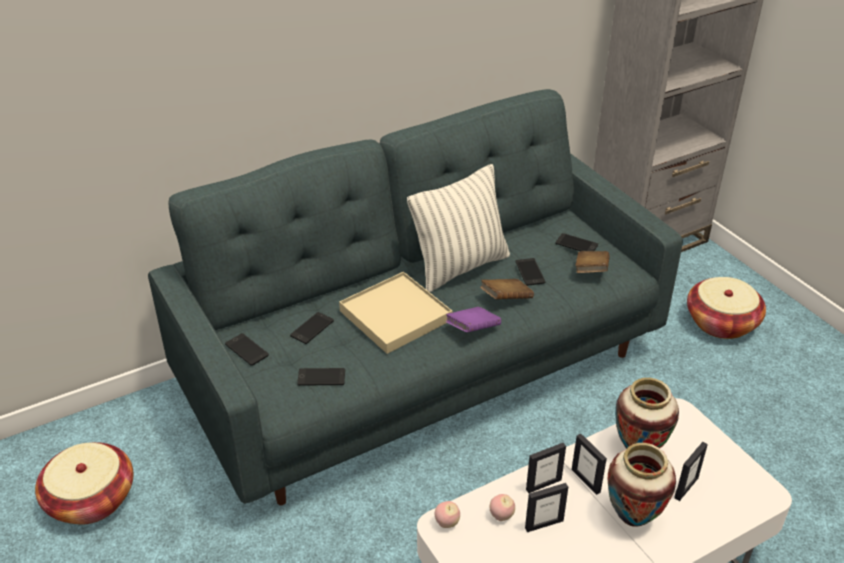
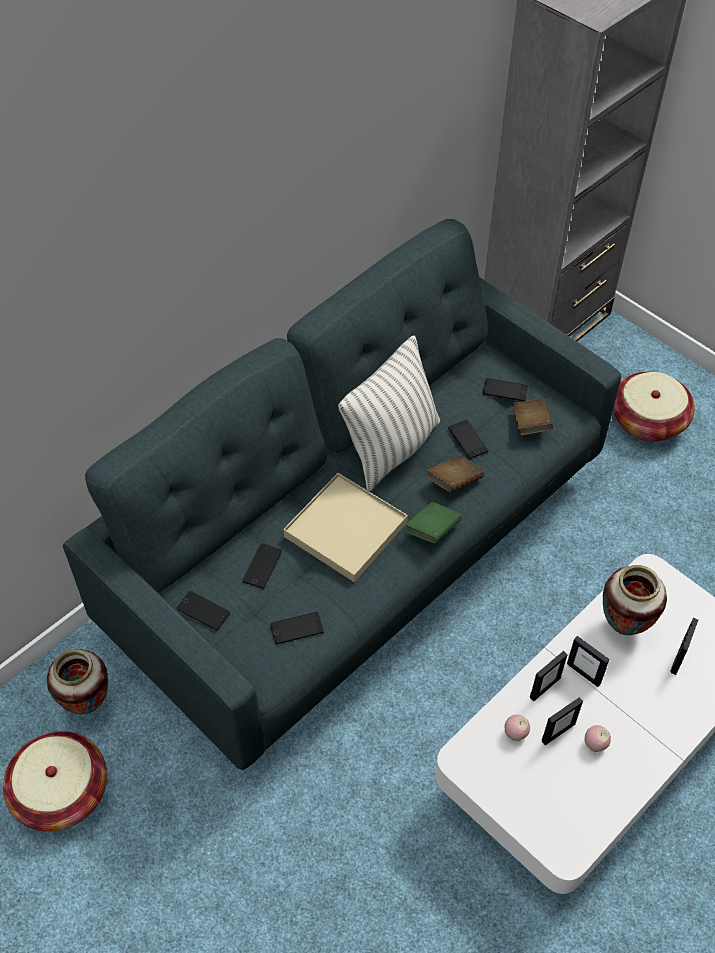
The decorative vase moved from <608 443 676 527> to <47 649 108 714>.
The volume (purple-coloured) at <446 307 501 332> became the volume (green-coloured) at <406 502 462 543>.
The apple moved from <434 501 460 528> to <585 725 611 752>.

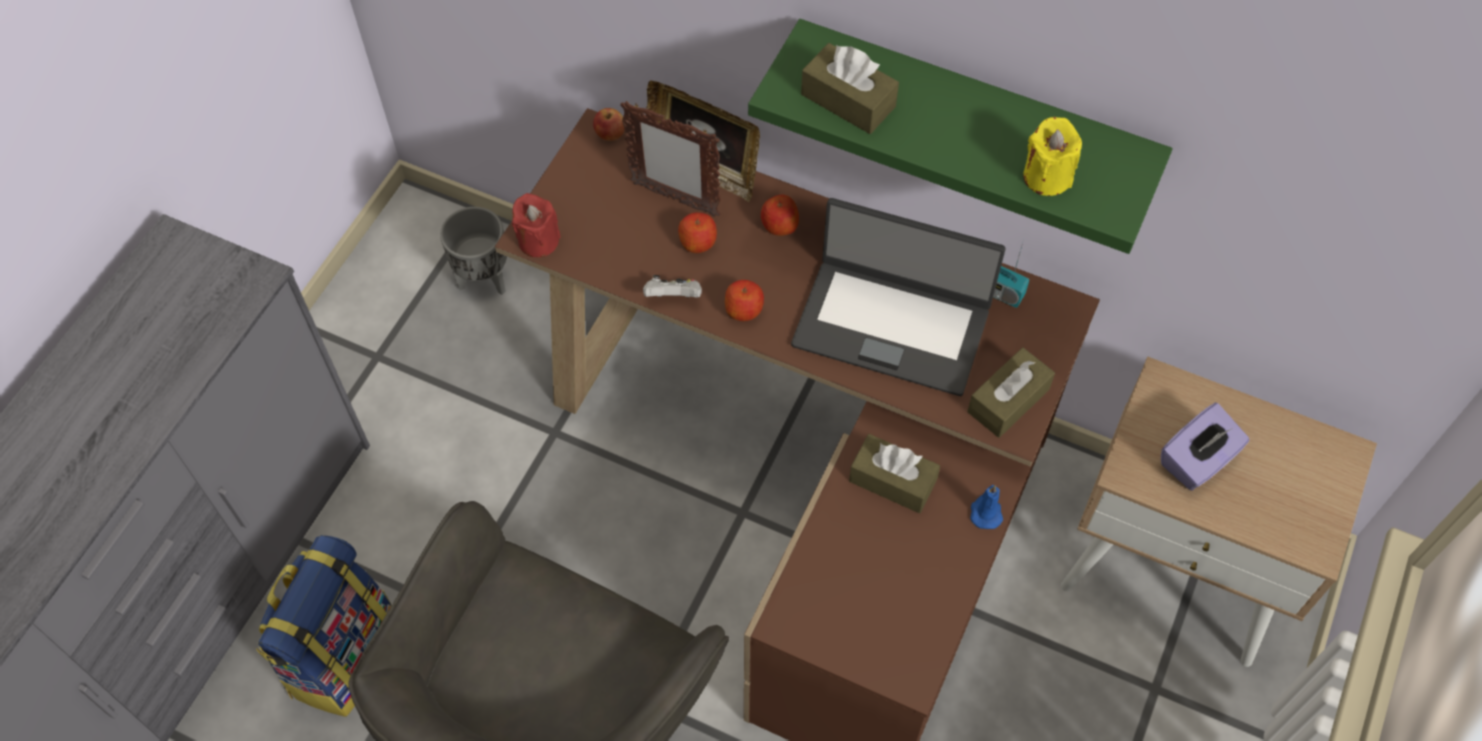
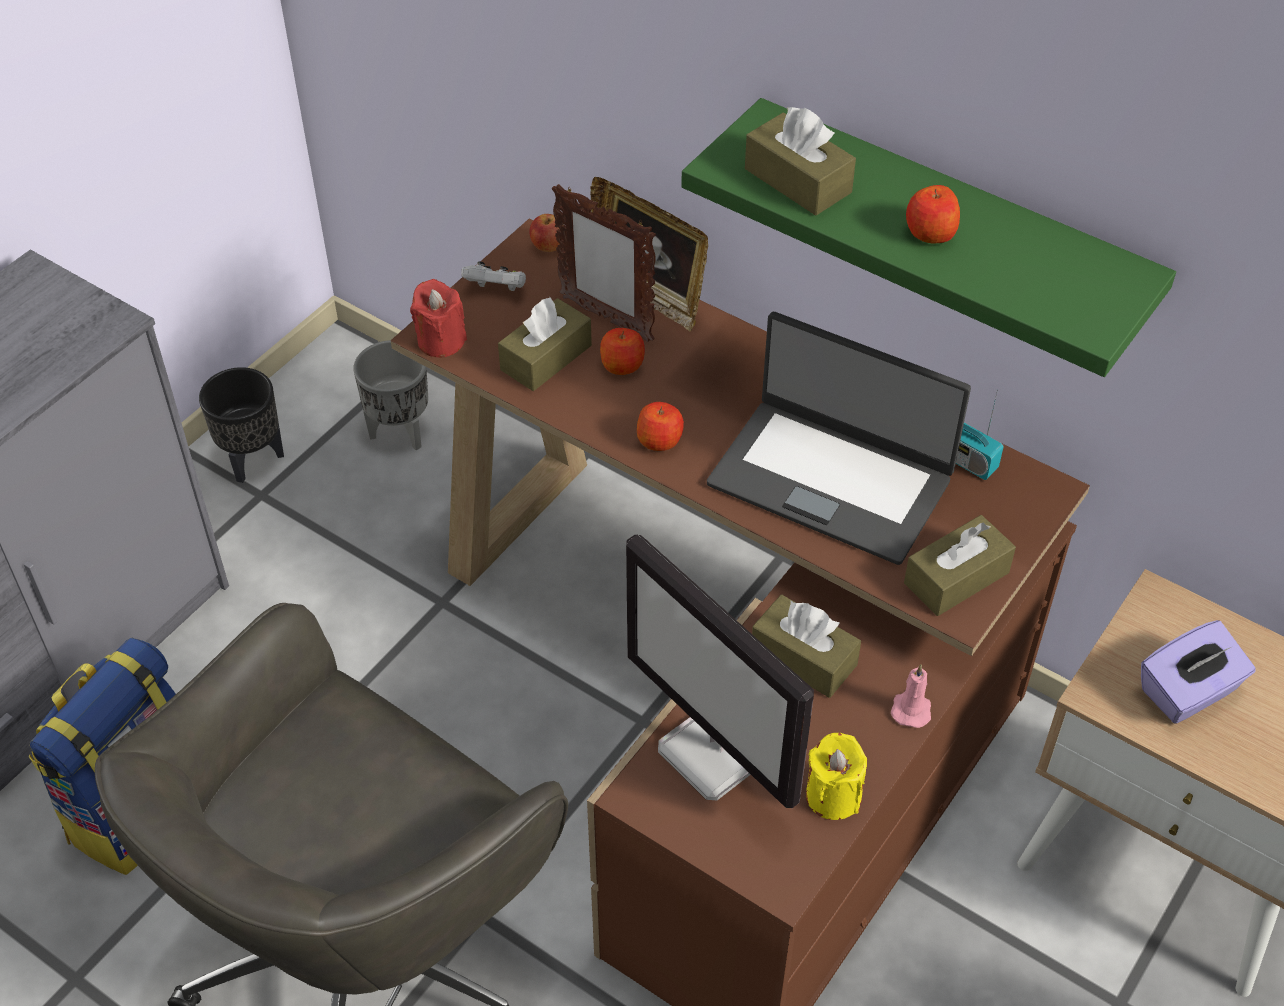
The plant pot (blackish) at <199 367 284 483> appeared.
The joypad (white) moved from <643 275 702 298> to <461 261 526 291>.
The tissue holder (brownish) at <498 297 592 391> appeared.
The computer screen at <626 535 814 808> appeared.
The wax candle (yellow) moved from <1023 117 1082 196> to <806 733 867 820>.
The wax candle (blue) at <970 485 1003 529> became the wax candle (pink-coloured) at <891 664 931 728>.
The apple moved from <761 195 799 236> to <906 185 960 243>.

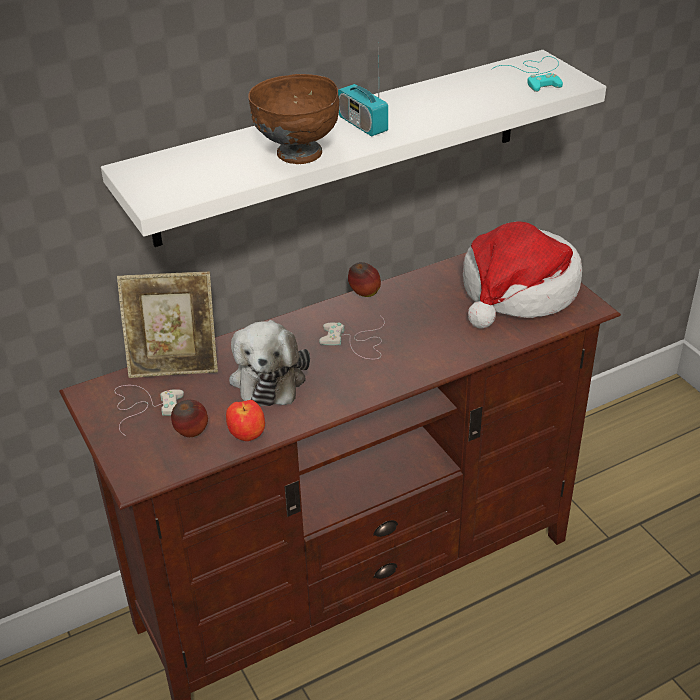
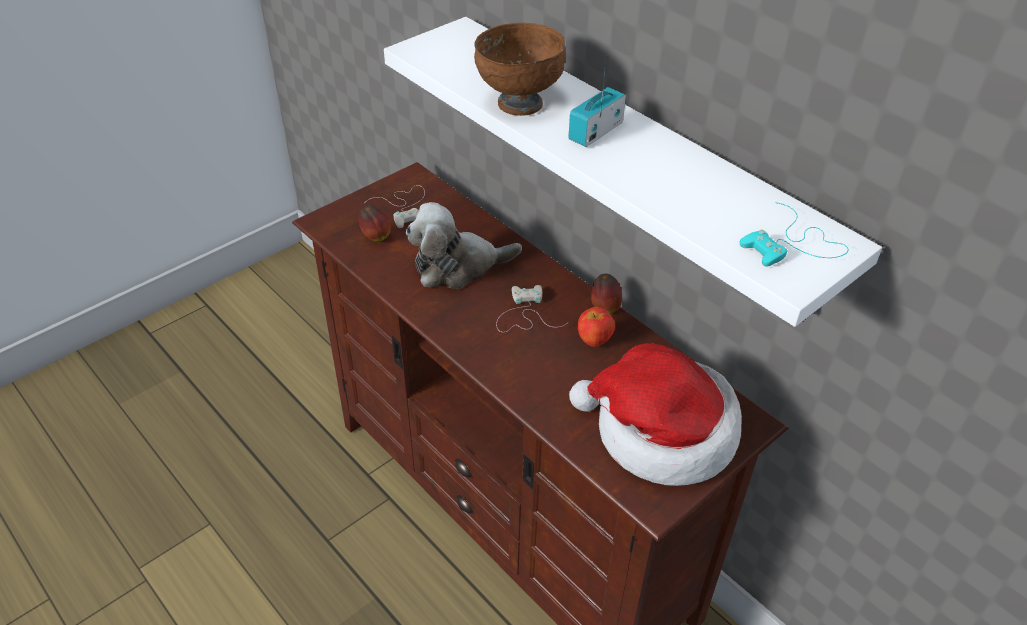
The apple moved from <226 400 265 441> to <578 307 615 347>.
The standing frame at <117 272 218 378> disappeared.

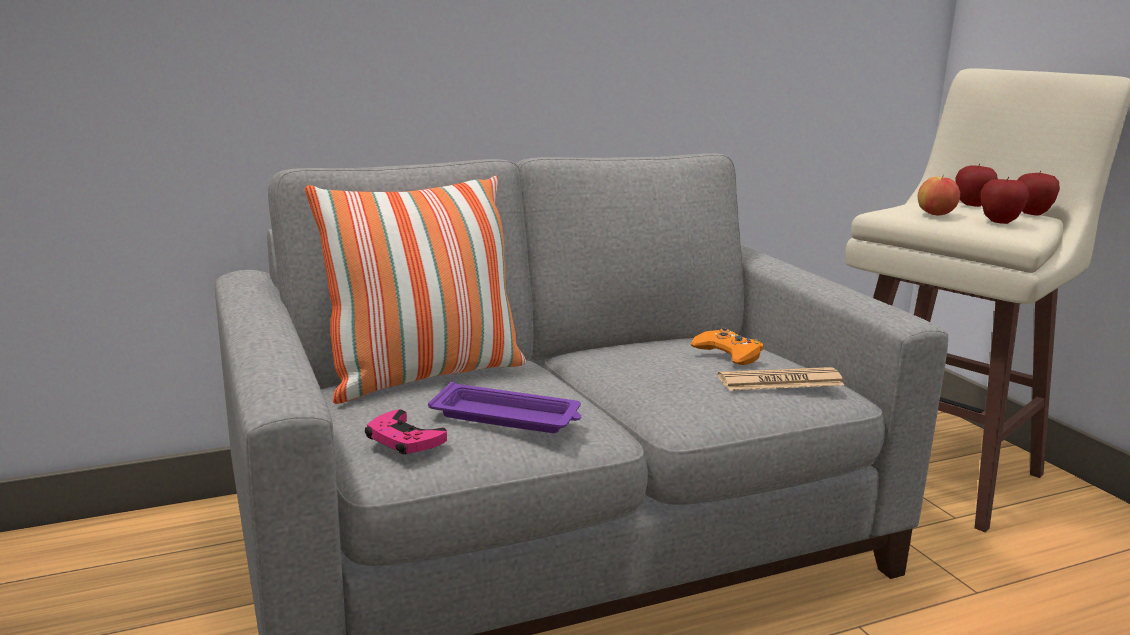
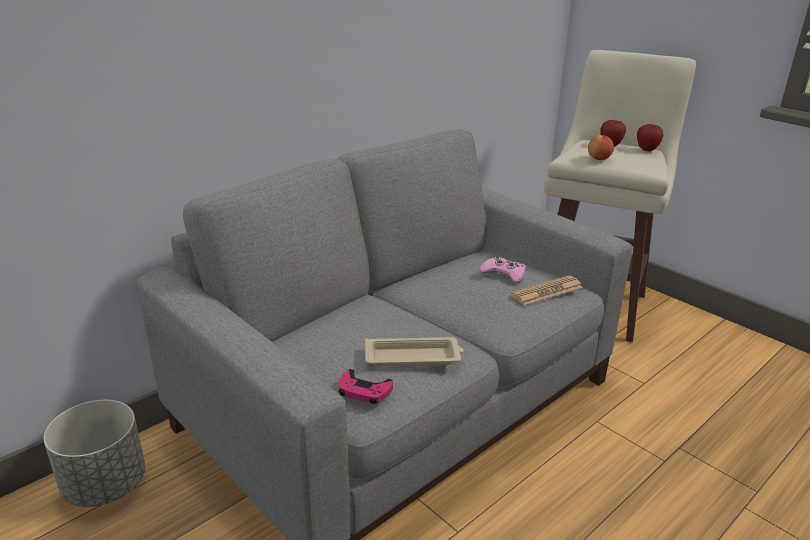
The plant pot (grey) at <43 400 145 507> appeared.
The tray (purple-coloured) at <428 382 581 433> became the tray (beige-coloured) at <365 337 464 366>.
The joypad (orange-coloured) at <691 327 763 365> became the joypad (pink-coloured) at <480 256 526 283>.
The throw pillow at <305 175 526 404> disappeared.
The apple at <981 176 1029 224> disappeared.

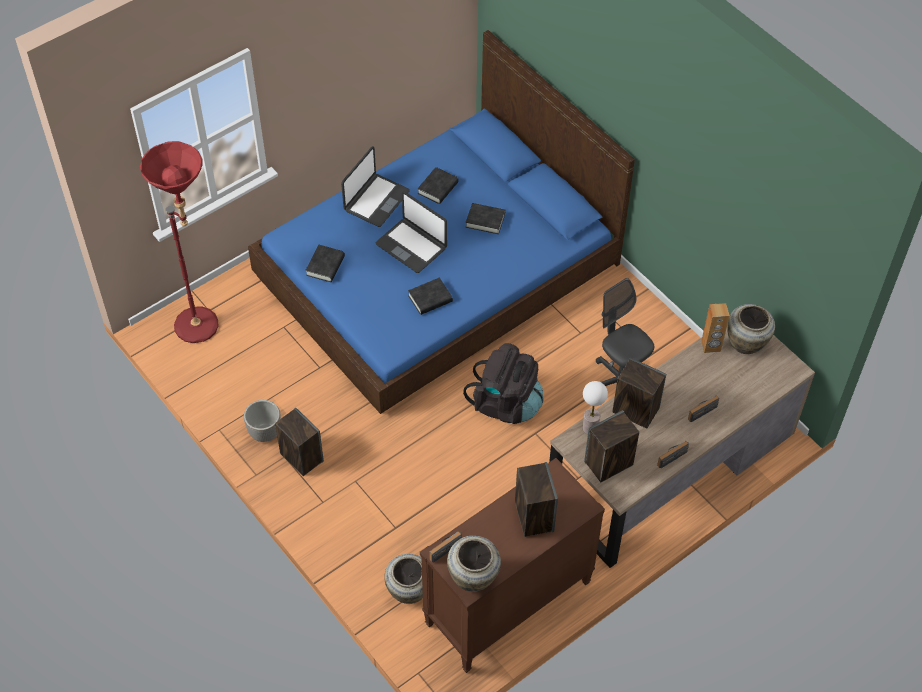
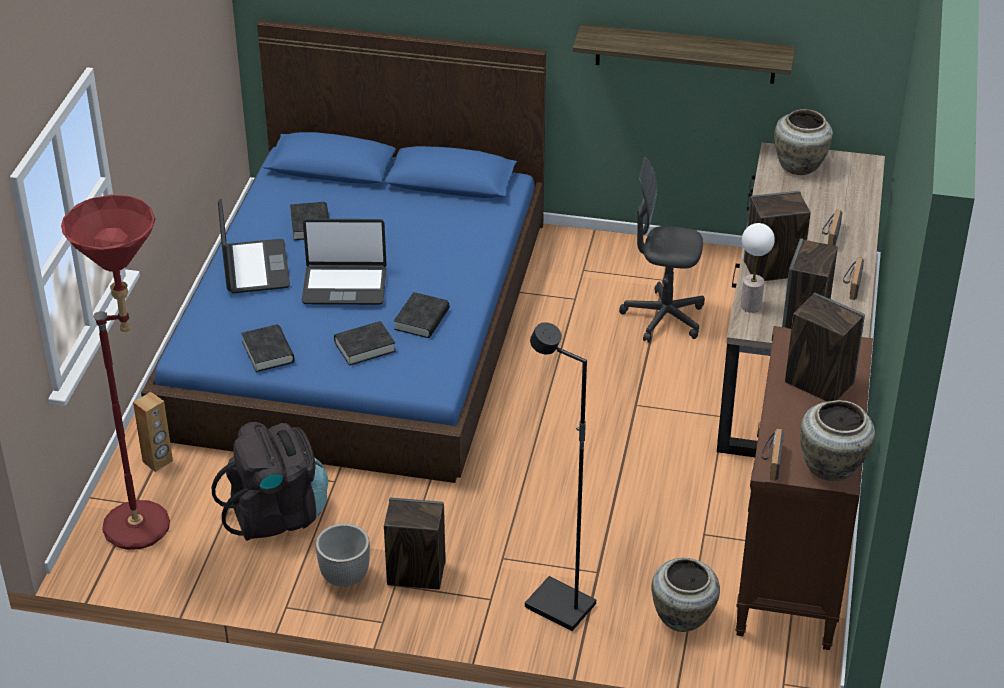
The loudspeaker (brownish) moved from <701 303 730 353> to <133 392 173 472>.
The rucksack (blackish) moved from <463 343 544 424> to <212 422 328 541>.
The volume (blackish) moved from <466 203 506 234> to <334 321 396 366>.
The floor lamp (blackish) at <525 322 596 631> appeared.
The shelf at <573 24 795 84> appeared.

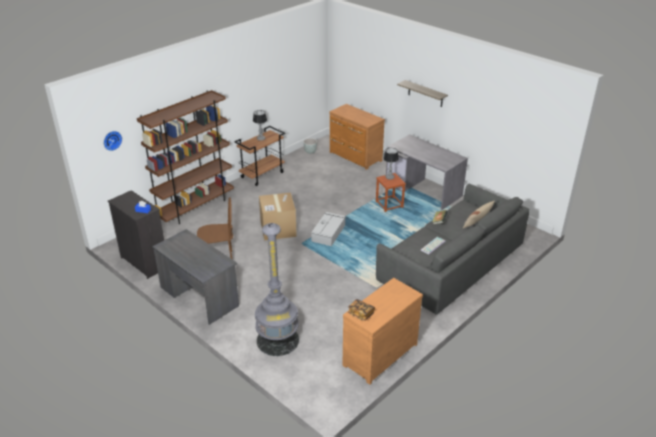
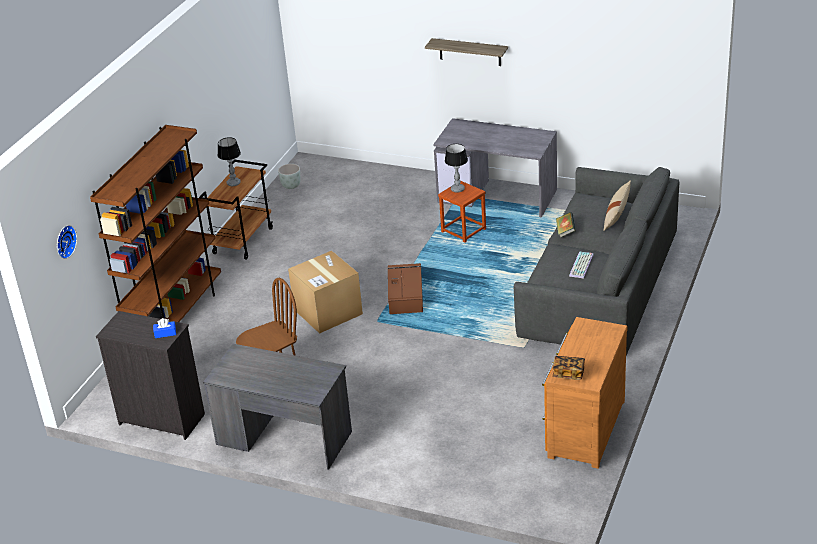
The storage container (grey) at <311 212 346 246> became the storage container (brownish) at <388 263 423 314>.
The floor lamp (grey) at <255 223 299 356> disappeared.
The drawer chest (brownish) at <329 104 385 170> disappeared.

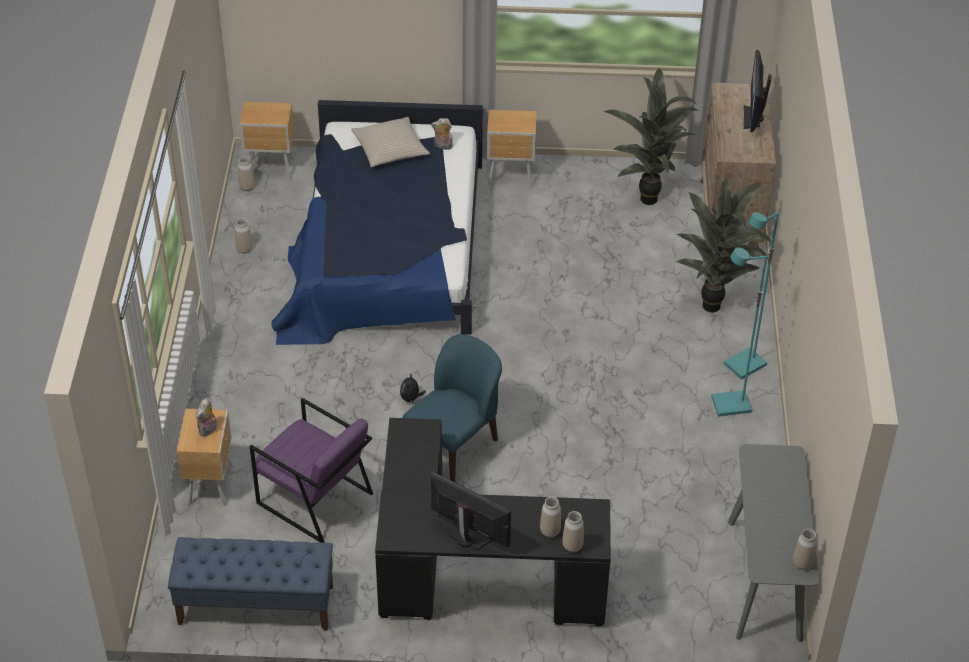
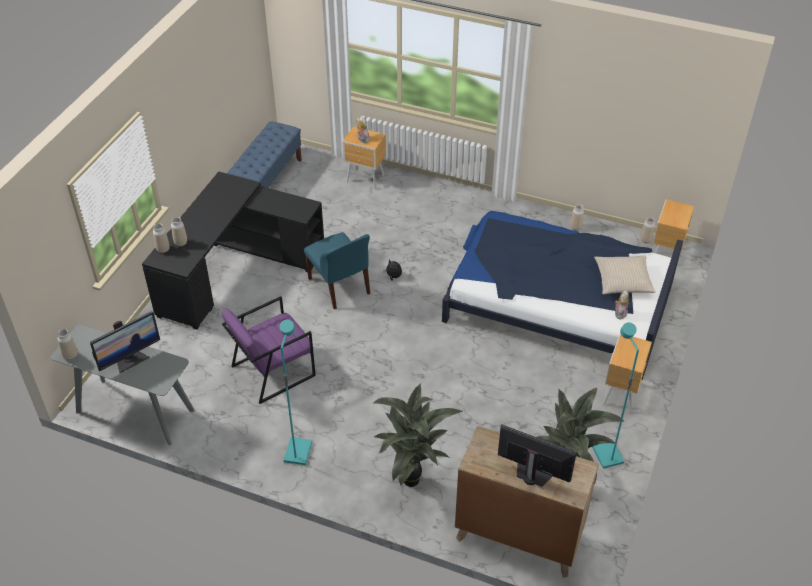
The computer screen moved from <431 471 511 550> to <90 311 160 373>.
The armchair (purple-coloured) moved from <250 398 373 543> to <222 296 316 404>.
The floor lamp (turquoise-coloured) moved from <724 212 779 379> to <592 322 639 469>.

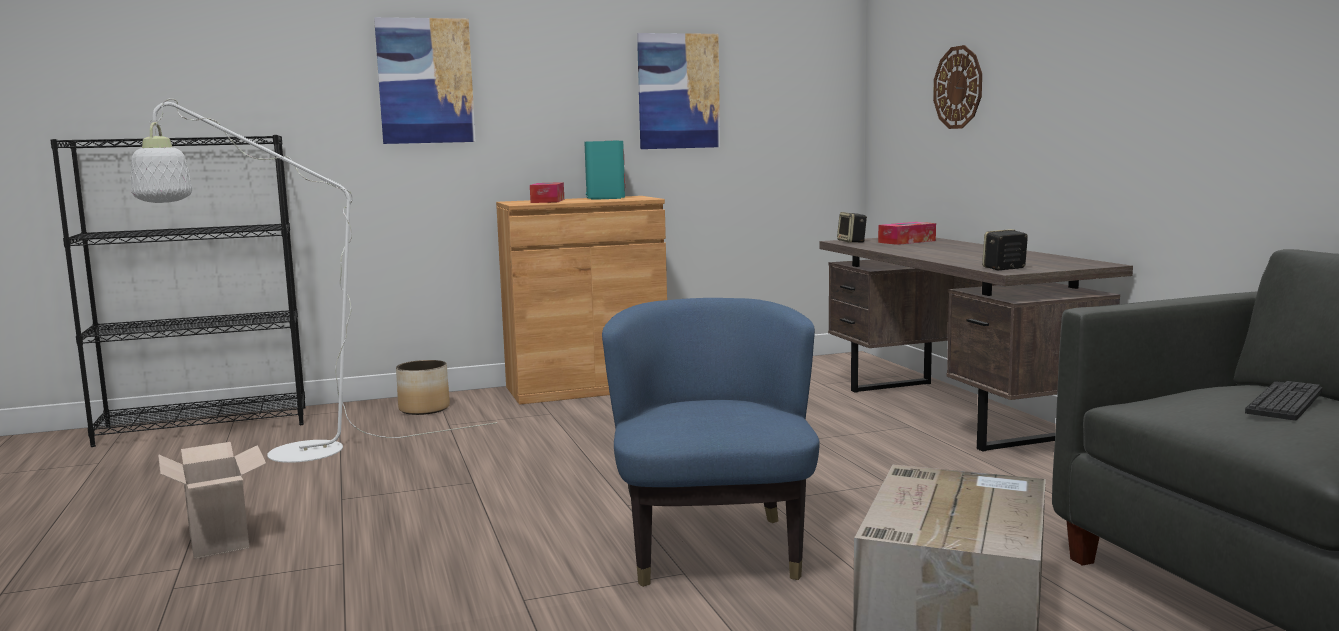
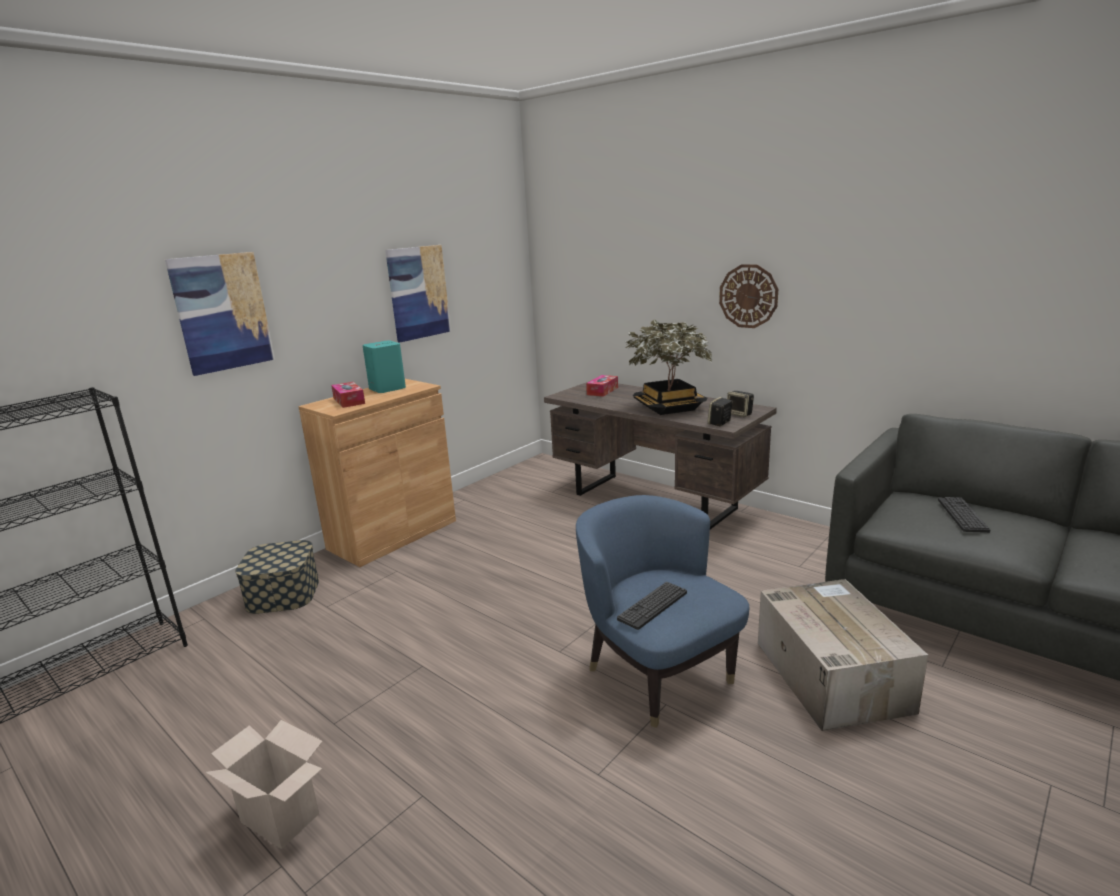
The plant pot at <396 360 450 415> was replaced by the storage container at <235 540 319 614>.
The PC keyboard at <617 582 687 630> appeared.
The houseplant at <623 319 712 415> appeared.
The hanging clock moved from <933 45 982 129> to <719 264 778 328>.
The loudspeaker moved from <837 212 867 243> to <727 391 754 417>.
The floor lamp (white) at <131 98 497 463> disappeared.

